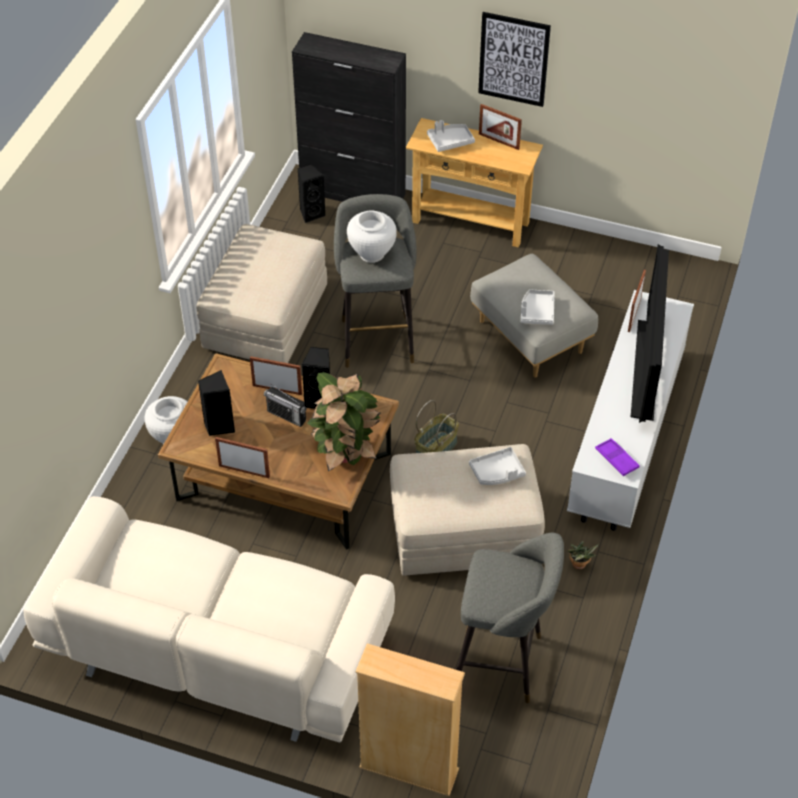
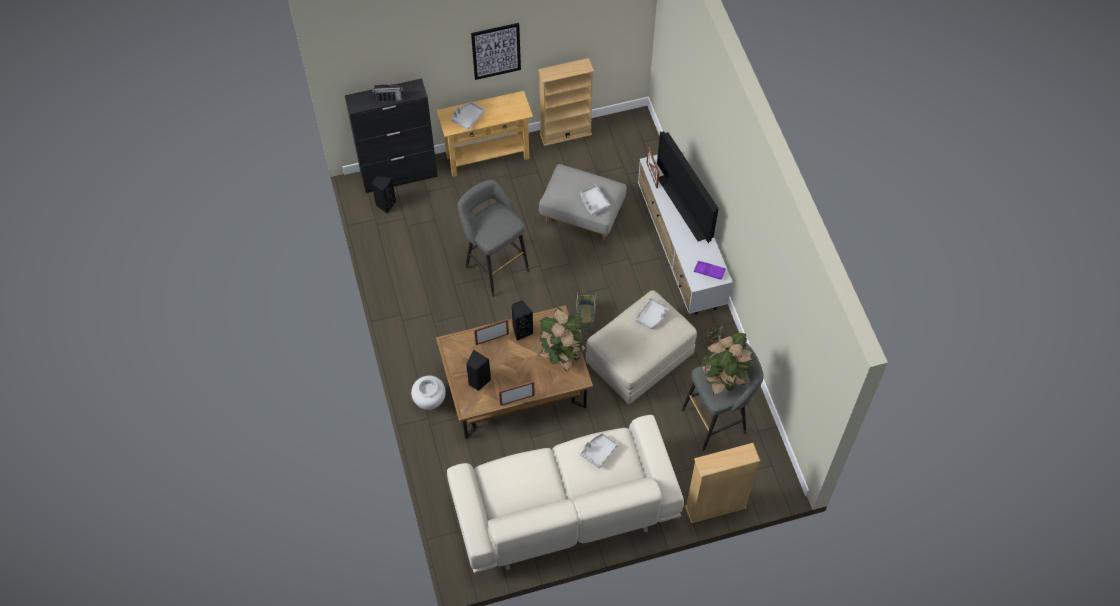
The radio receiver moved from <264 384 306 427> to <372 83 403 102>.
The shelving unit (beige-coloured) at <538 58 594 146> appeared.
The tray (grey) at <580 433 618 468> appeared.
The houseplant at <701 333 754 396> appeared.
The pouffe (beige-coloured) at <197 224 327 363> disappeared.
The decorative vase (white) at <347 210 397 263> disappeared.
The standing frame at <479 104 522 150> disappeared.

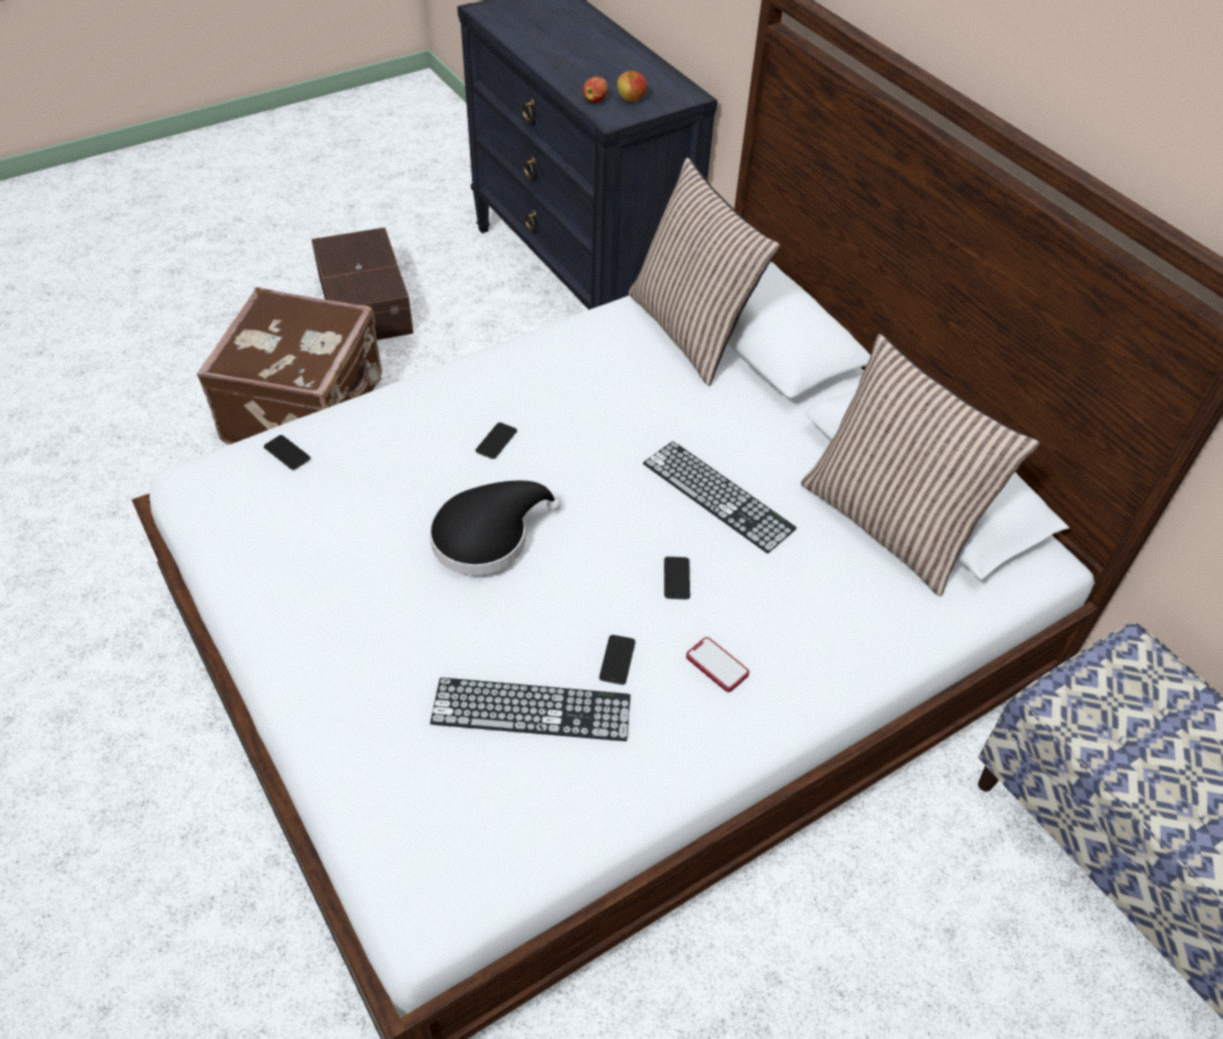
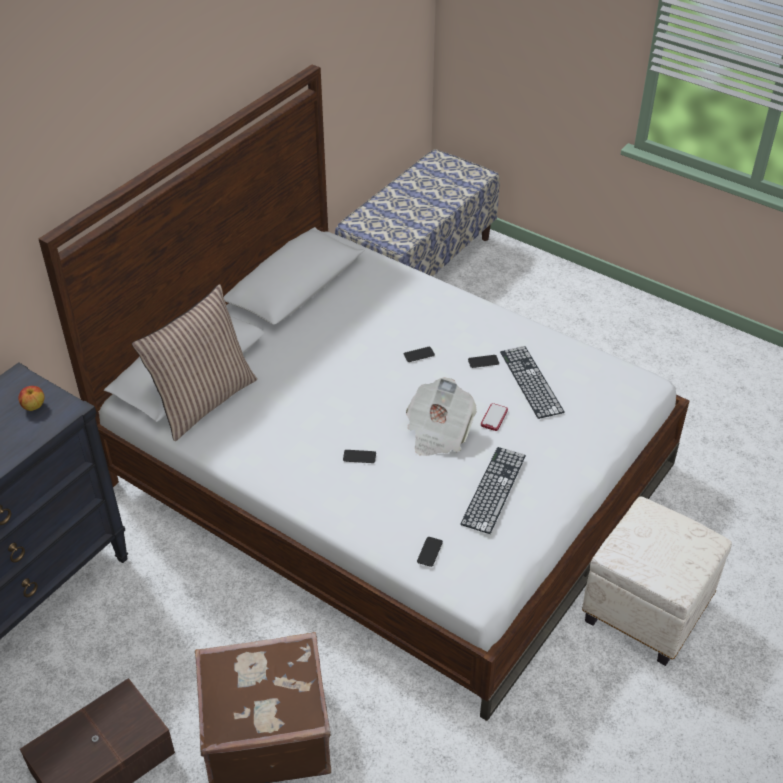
The hat (blackish) at <429 481 561 575> was replaced by the printed paper at <406 378 477 456>.
The PC keyboard moved from <643 441 797 553> to <460 447 526 534>.
The handset moved from <686 637 749 692> to <481 403 508 431>.
The pouffe (white) at <582 497 732 666> appeared.
The apple at <583 77 608 103> disappeared.
The throw pillow at <801 334 1040 597> disappeared.

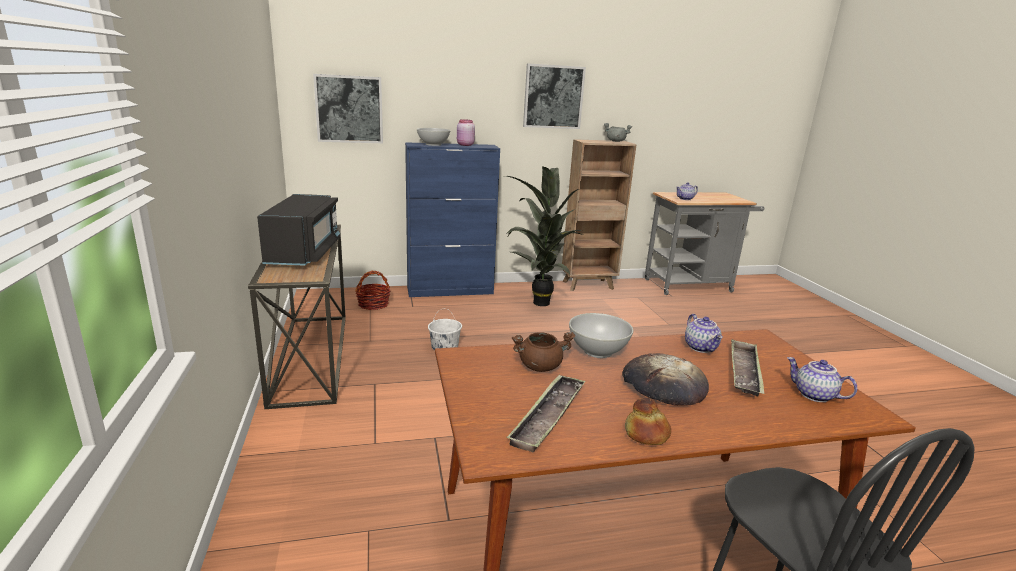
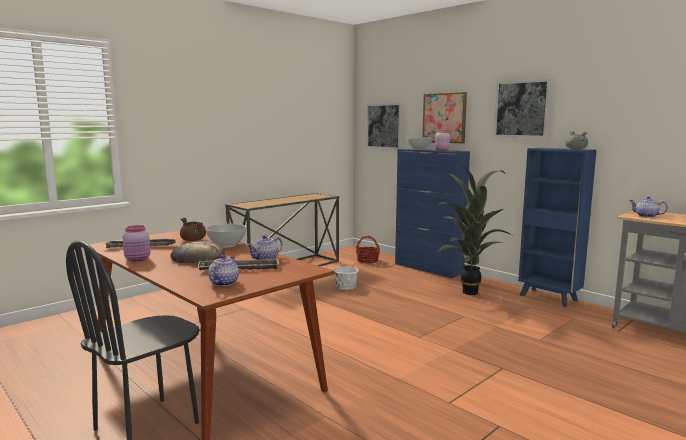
The baked bread at <625 397 671 445> was replaced by the storage jar (pink-coloured) at <123 225 150 262>.
The wall picture at <422 92 467 143> appeared.
The shelving unit (brownish) at <562 139 637 291> became the shelving unit (blue) at <518 148 597 307>.
The kitchen microwave (blackish) at <257 194 340 266> disappeared.

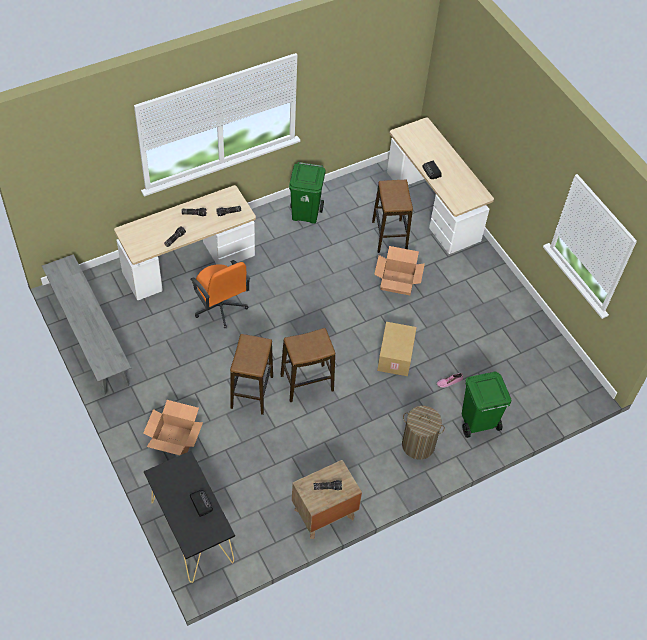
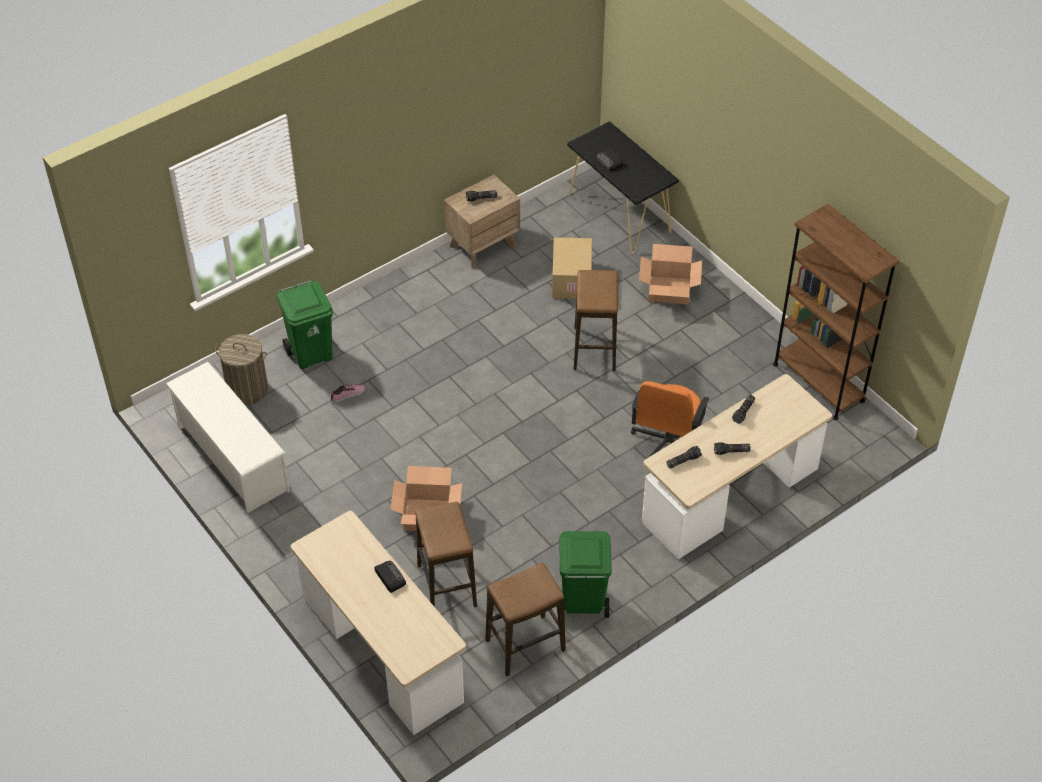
The shoe stand (white) at <166 362 290 513> appeared.
The washing basket moved from <402 406 445 459> to <215 334 268 405>.
The stool seat moved from <281 328 335 402> to <485 562 566 676>.
The carton moved from <377 322 417 376> to <552 237 592 299>.
The desk chair (orange-coloured) at <191 260 250 328> turned 120 degrees counterclockwise.
The long seat (grey) at <42 254 131 396> was replaced by the shelving unit (brownish) at <773 204 899 420>.

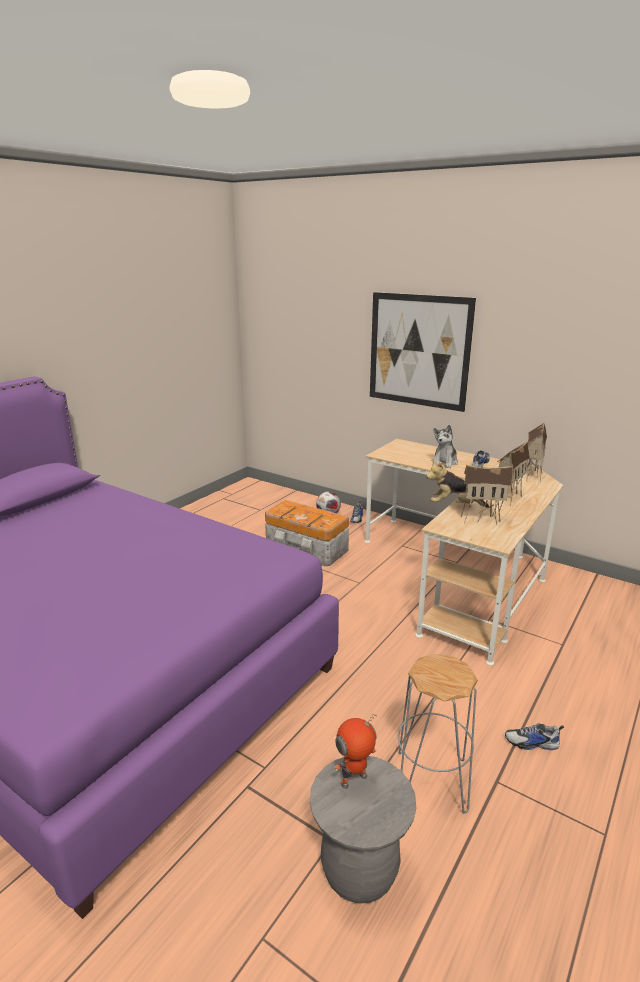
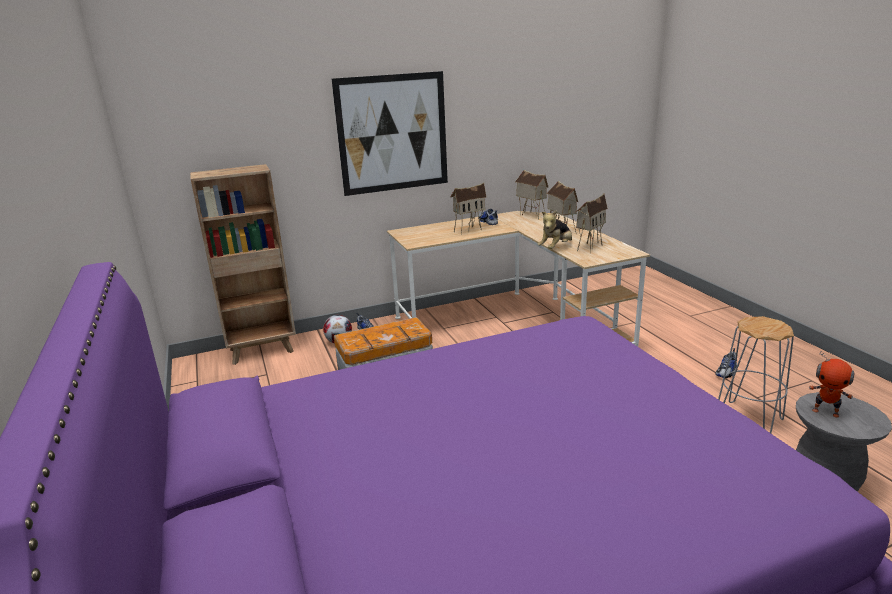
The shelving unit (brownish) at <190 164 296 365> appeared.
The plush toy at <432 425 458 468> was replaced by the miniature house at <451 183 486 234>.
The toy robot at <334 714 377 789> turned 60 degrees counterclockwise.

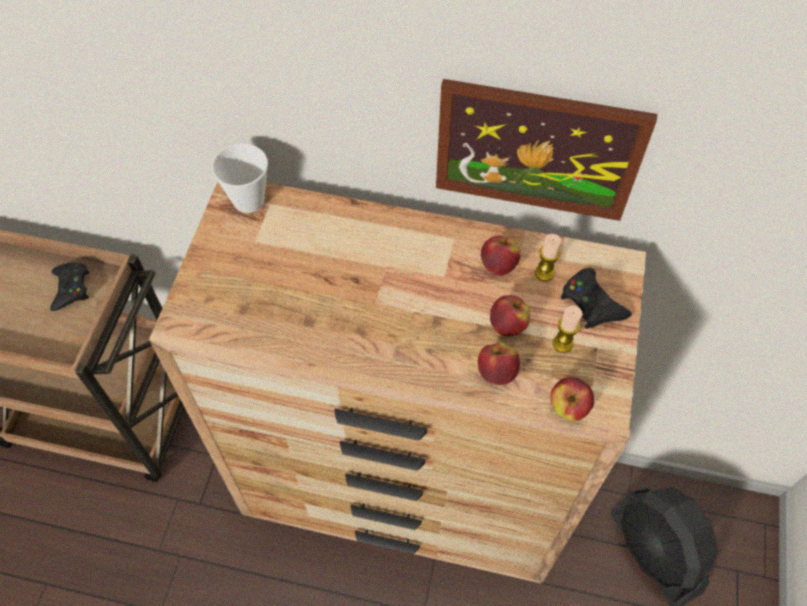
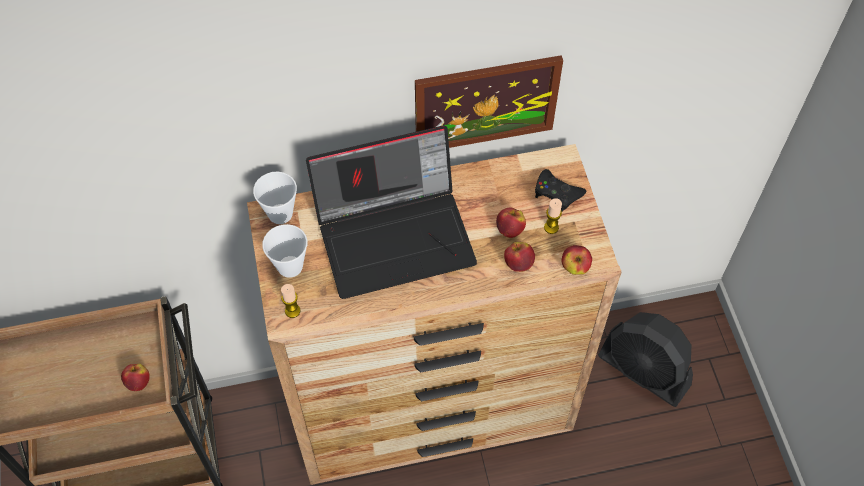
The apple moved from <481 236 521 275> to <121 364 150 391>.
The drinking cup at <262 224 308 278> appeared.
The wax candle moved from <535 234 562 281> to <281 284 300 318>.
The portable computer at <306 125 477 299> appeared.
The joypad (blackish) at <50 263 89 311> disappeared.

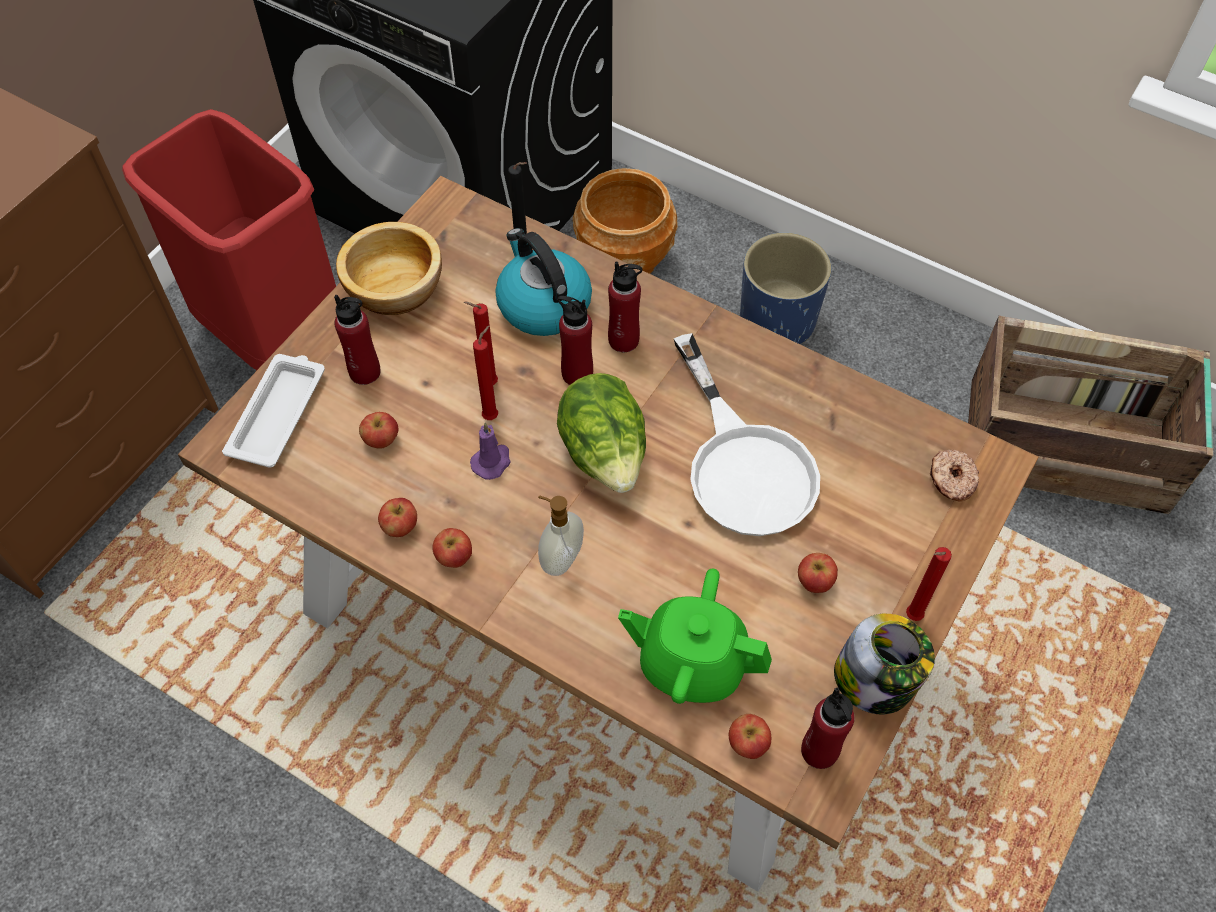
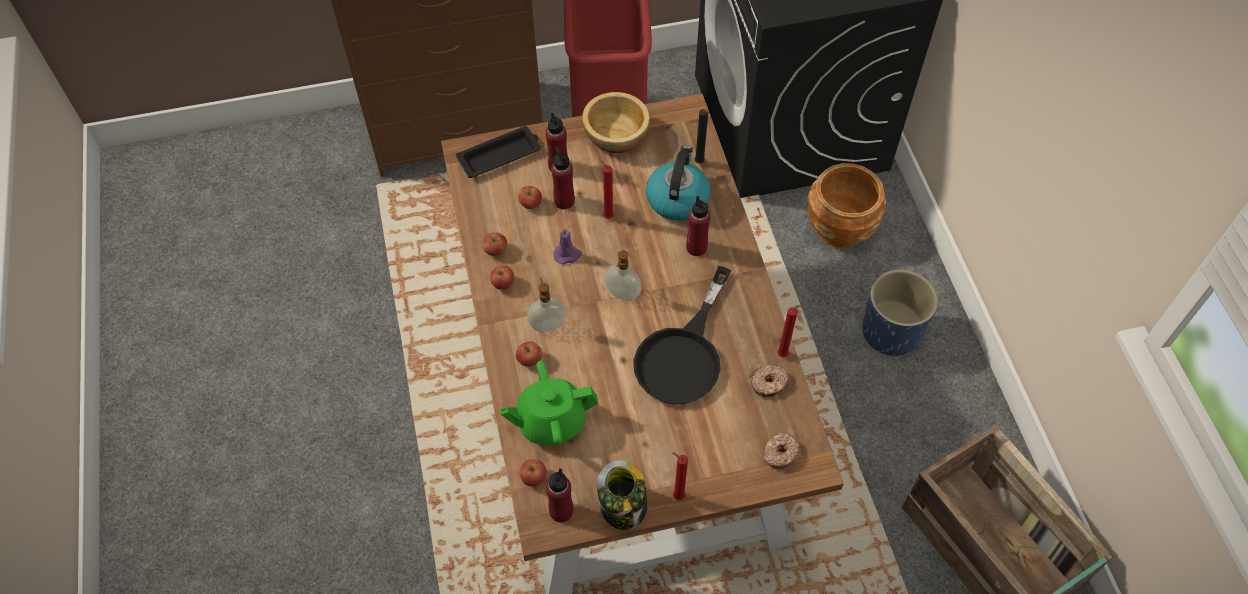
The tray (white) at <222 354 325 468> became the tray (blackish) at <456 126 541 178>.
The teapot (green-coloured) at <618 569 772 704> turned 75 degrees counterclockwise.
The apple moved from <798 553 838 593> to <516 342 542 366>.
The beverage bottle (red-coloured) moved from <557 296 593 385> to <551 146 575 209>.
The lettuce at <557 373 646 493> was replaced by the liquid soap bottle at <605 250 642 301>.
The frying pan (white) at <674 333 820 536> became the frying pan (blackish) at <633 266 731 404>.
The ring doughnut at <751 365 789 397> appeared.
The wax candle (red-coloured) moved from <473 326 498 420> to <777 305 804 357>.

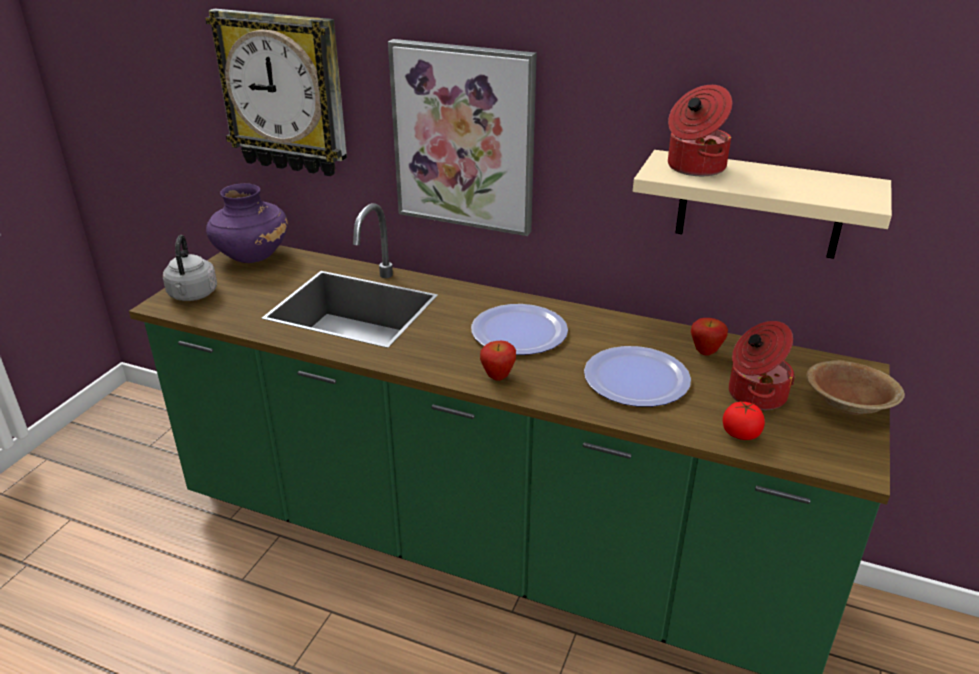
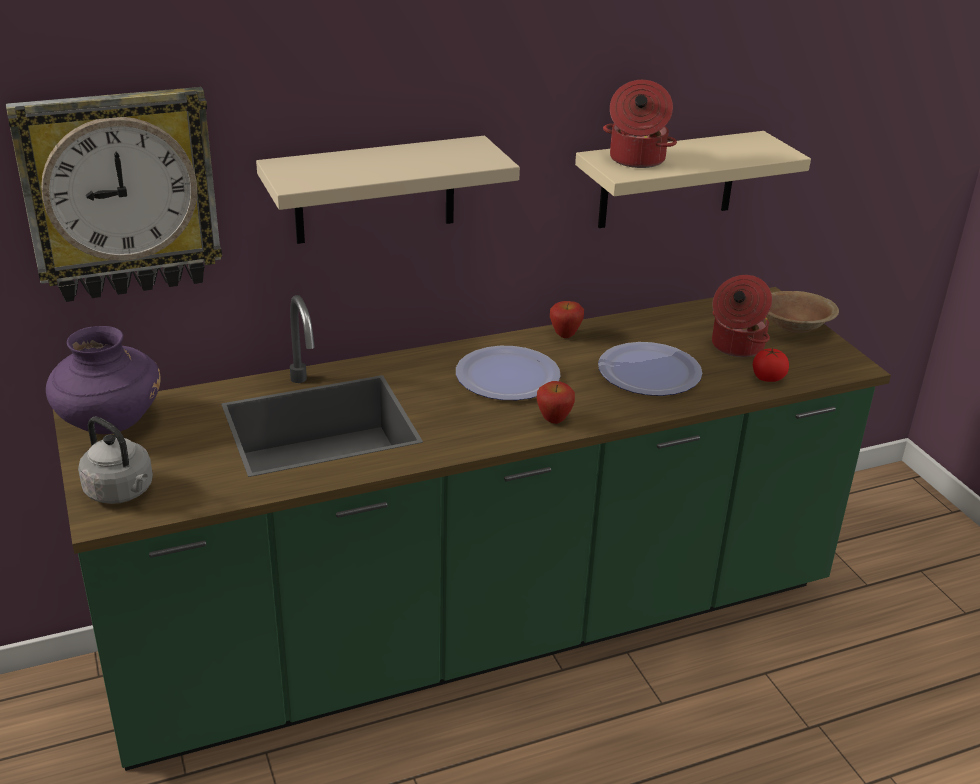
The wall picture at <388 39 537 236> was replaced by the shelf (beige-coloured) at <256 136 520 244>.
The apple moved from <691 318 728 356> to <550 301 584 338>.

